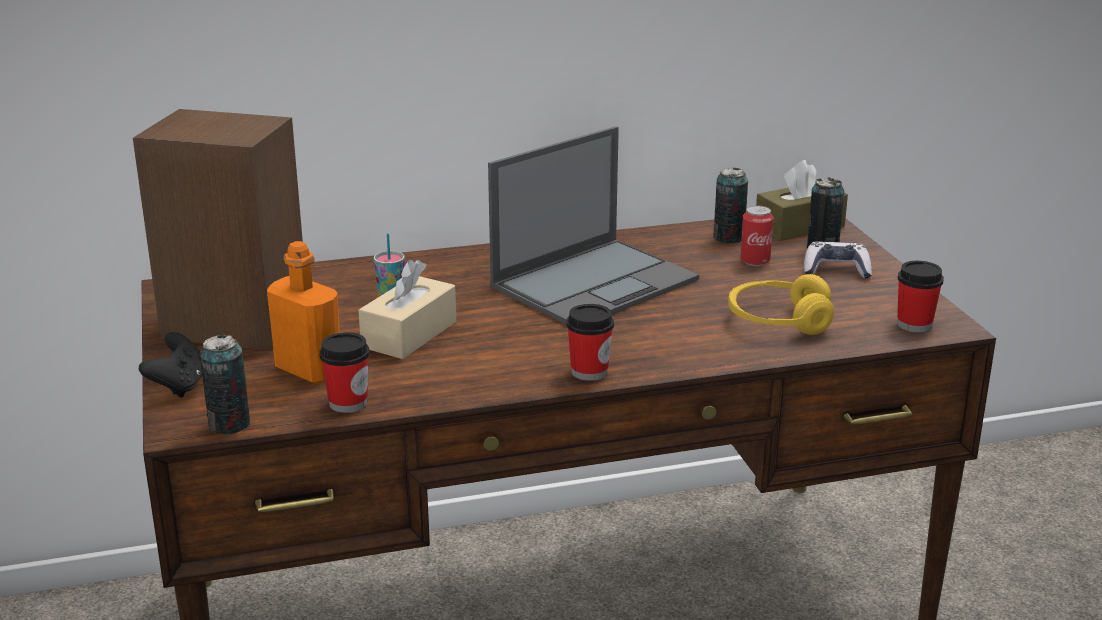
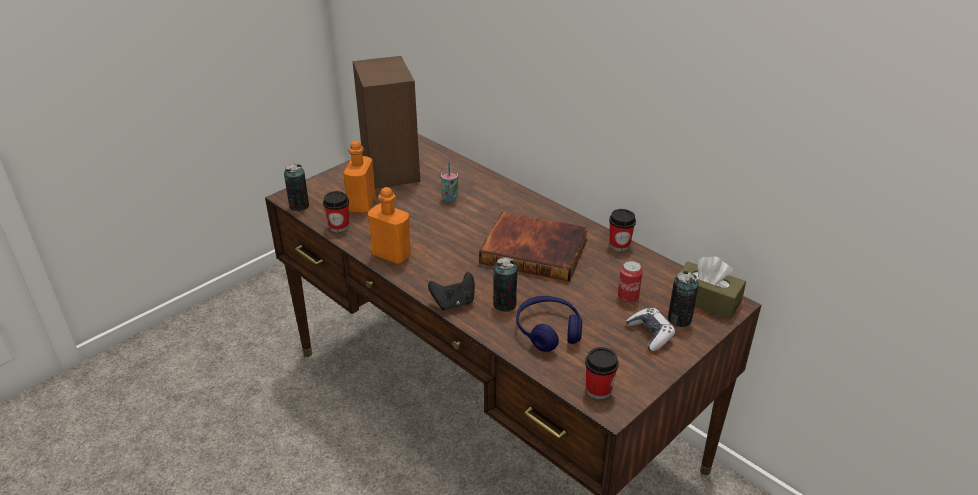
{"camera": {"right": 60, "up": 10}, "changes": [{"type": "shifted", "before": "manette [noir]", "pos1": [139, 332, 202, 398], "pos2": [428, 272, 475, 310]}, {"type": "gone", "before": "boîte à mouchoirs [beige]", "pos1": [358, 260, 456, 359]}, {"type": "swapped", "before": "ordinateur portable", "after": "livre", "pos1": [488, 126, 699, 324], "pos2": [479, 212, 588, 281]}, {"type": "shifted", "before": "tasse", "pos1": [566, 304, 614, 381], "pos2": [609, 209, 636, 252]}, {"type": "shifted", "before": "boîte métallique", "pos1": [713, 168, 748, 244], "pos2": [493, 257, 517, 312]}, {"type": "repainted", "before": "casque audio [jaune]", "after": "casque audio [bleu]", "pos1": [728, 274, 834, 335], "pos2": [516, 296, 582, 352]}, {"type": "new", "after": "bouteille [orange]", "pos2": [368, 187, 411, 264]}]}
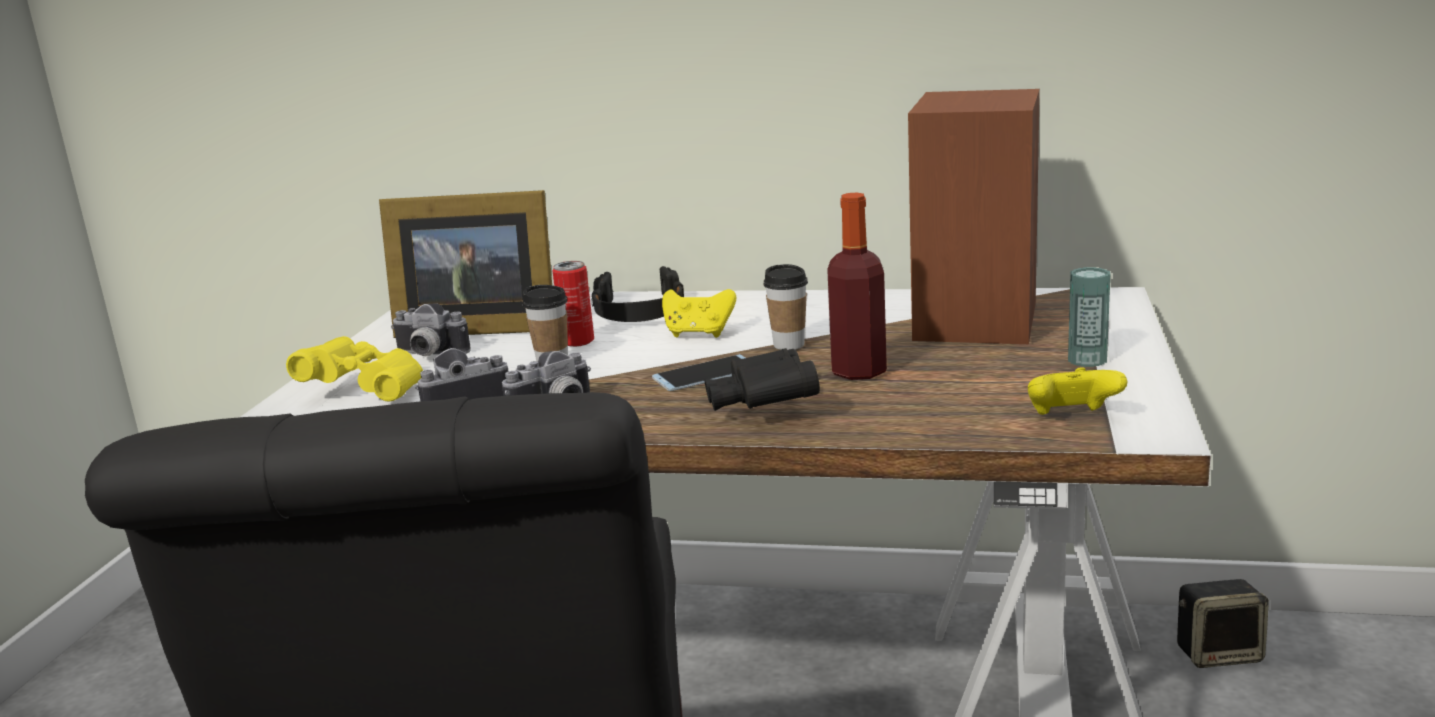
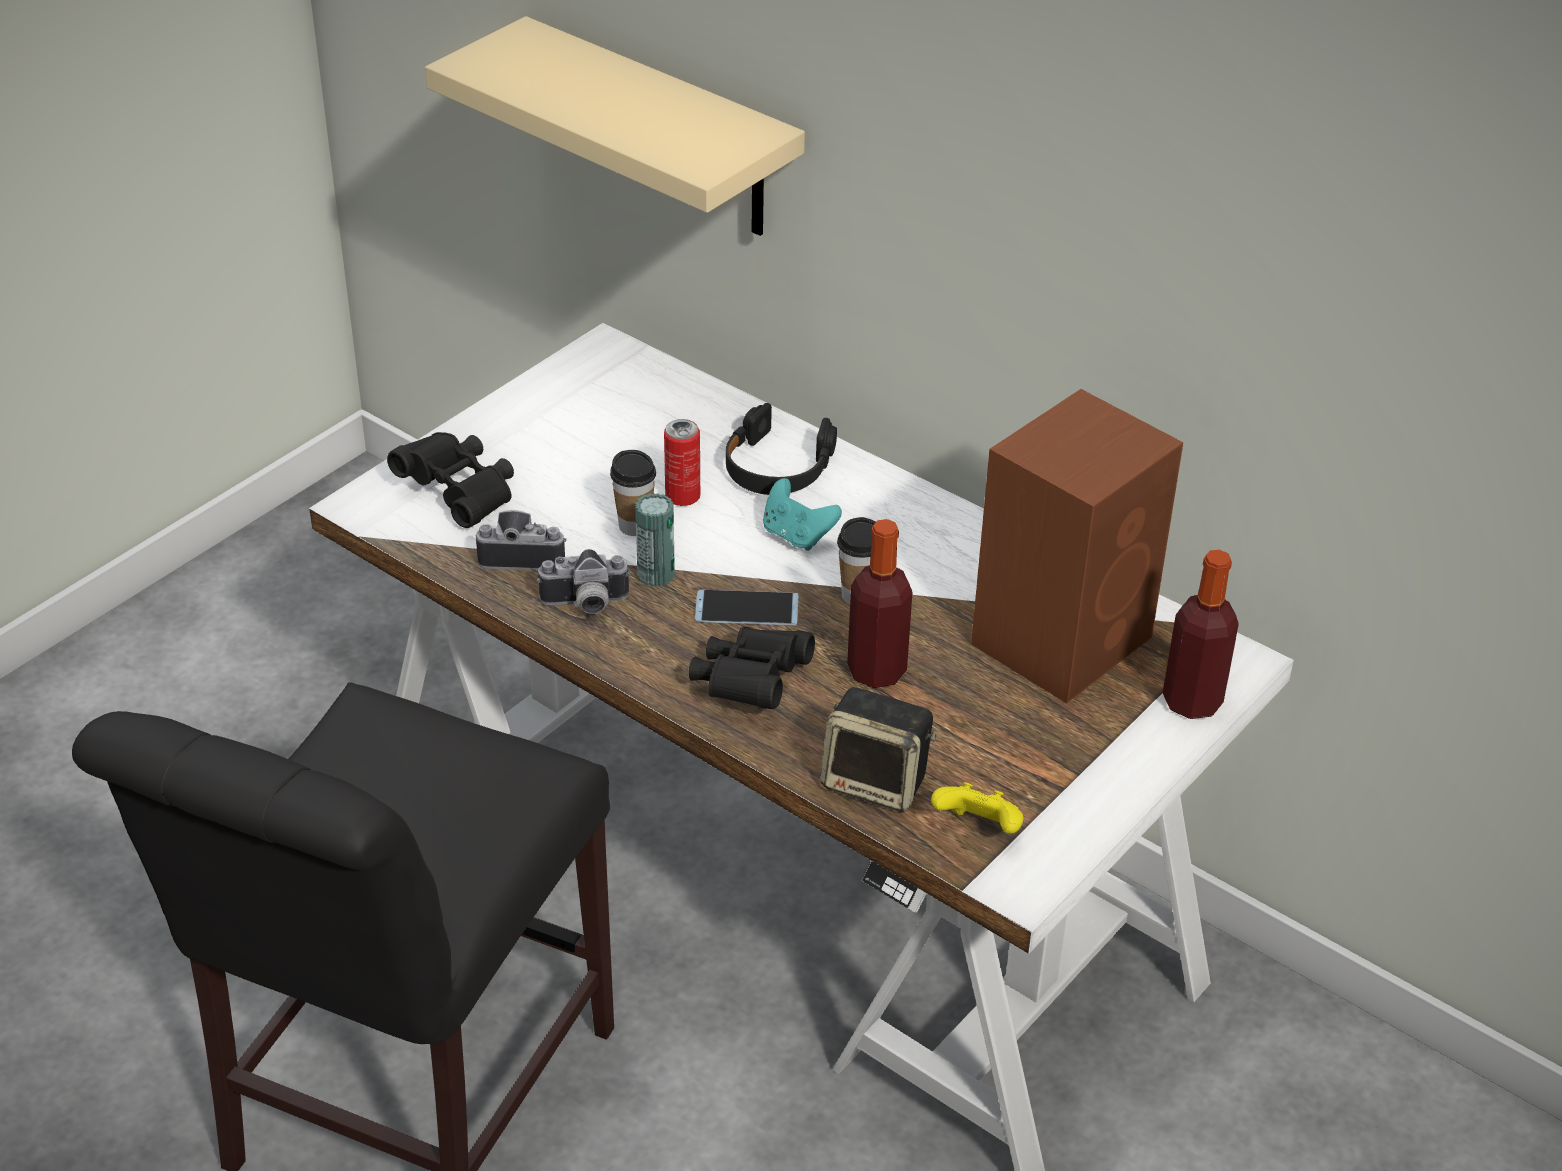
{"camera": {"right": 25, "up": 20}, "changes": [{"type": "repainted", "before": "jumelles [jaune]", "after": "jumelles [noir]", "pos1": [286, 336, 423, 402], "pos2": [387, 432, 514, 528]}, {"type": "gone", "before": "cadre photo", "pos1": [379, 190, 552, 338]}, {"type": "gone", "before": "appareil photo", "pos1": [391, 303, 471, 356]}, {"type": "repainted", "before": "manette [jaune]", "after": "manette [turquoise]", "pos1": [662, 289, 736, 338], "pos2": [763, 478, 842, 551]}, {"type": "shifted", "before": "boîte métallique", "pos1": [1068, 267, 1110, 367], "pos2": [635, 493, 675, 586]}, {"type": "shifted", "before": "enceinte", "pos1": [1177, 579, 1269, 668], "pos2": [821, 687, 936, 812]}, {"type": "new", "after": "étagère [beige]", "pos2": [425, 16, 805, 236]}, {"type": "new", "after": "bouteille", "pos2": [1163, 550, 1239, 719]}]}
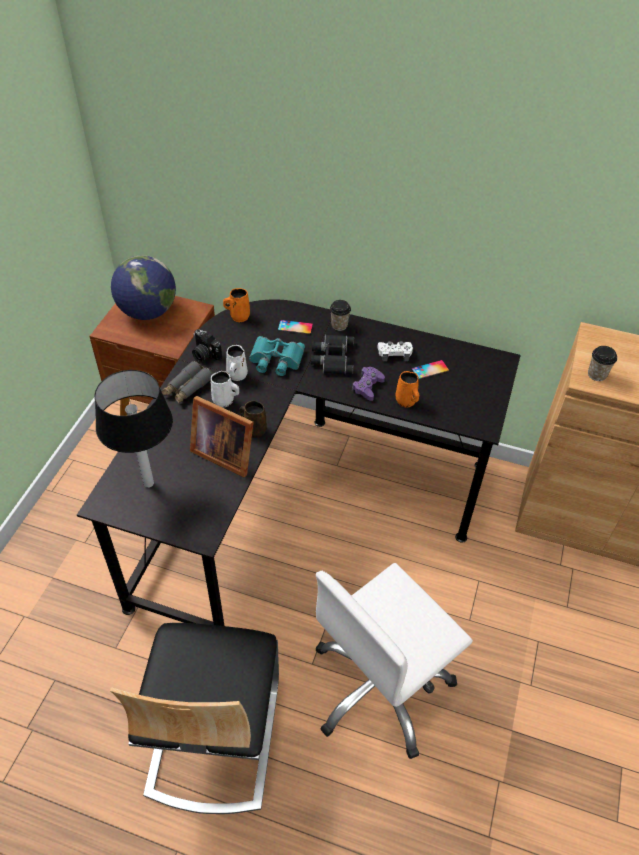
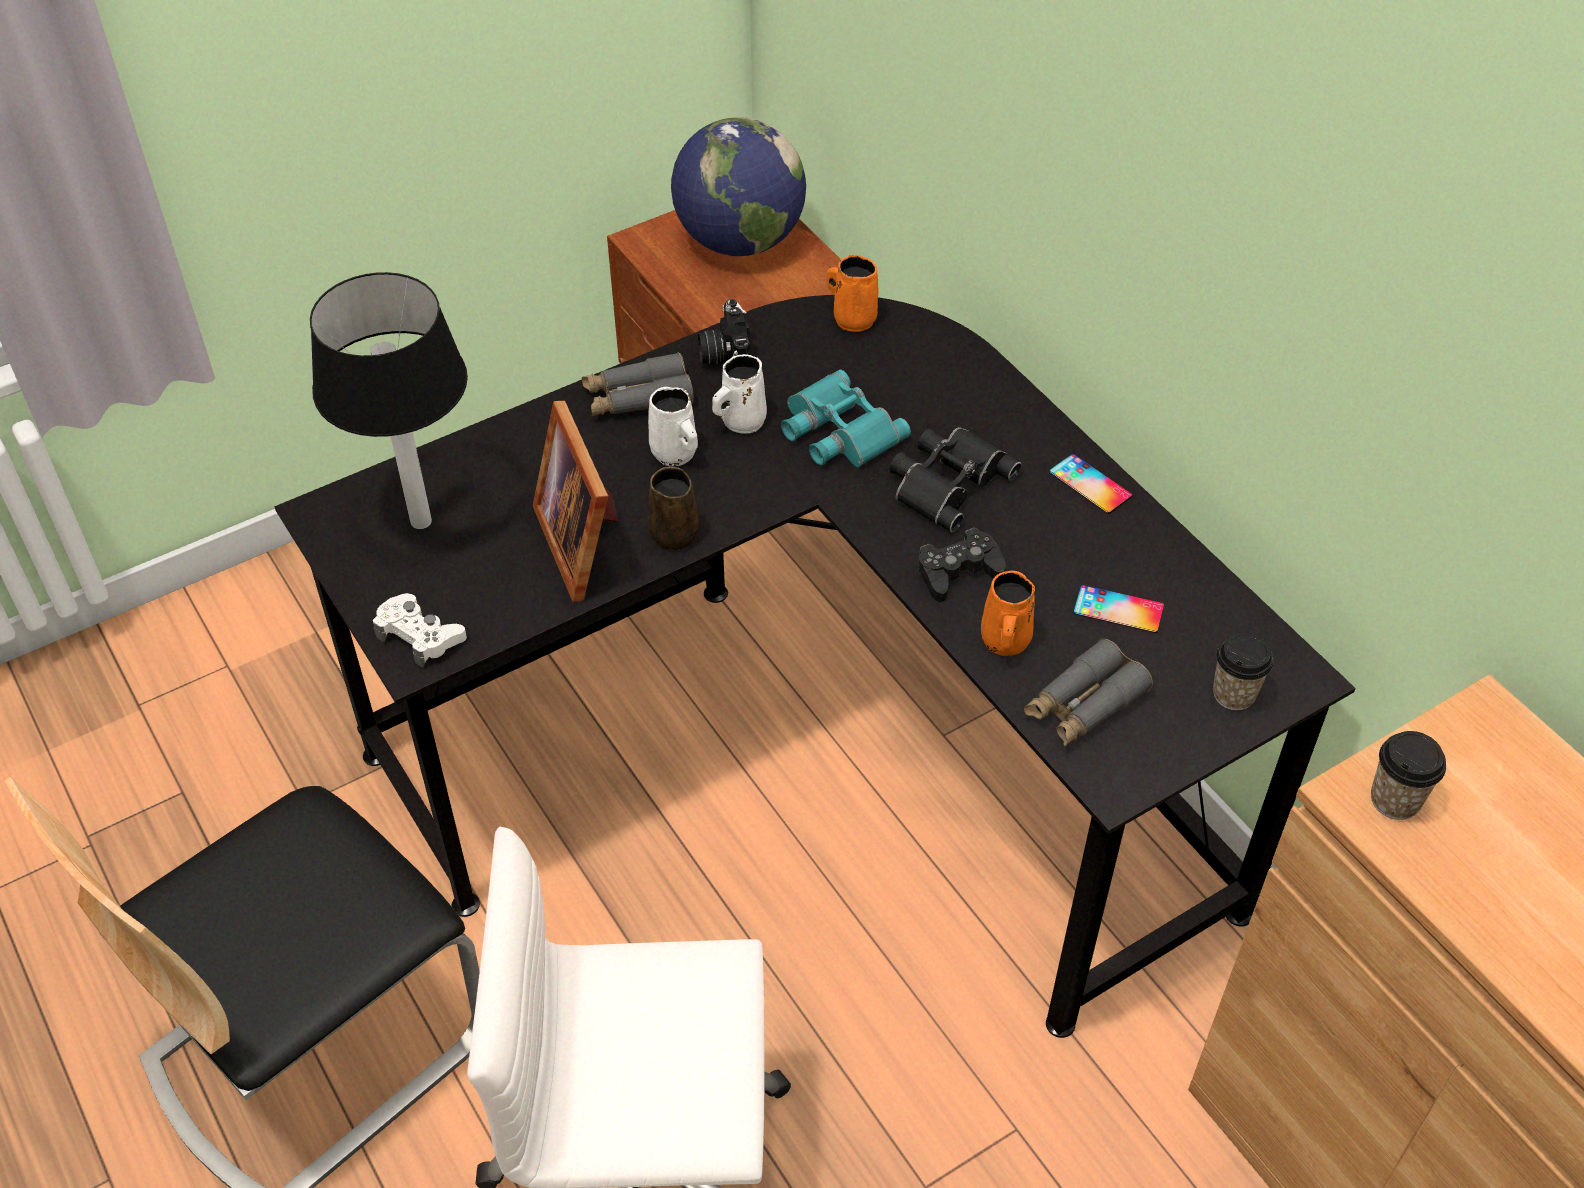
{"camera": {"right": 40, "up": 0}, "changes": [{"type": "shifted", "before": "téléphone", "pos1": [278, 320, 313, 334], "pos2": [1050, 454, 1132, 514]}, {"type": "shifted", "before": "tasse", "pos1": [330, 300, 351, 331], "pos2": [1213, 633, 1273, 711]}, {"type": "repainted", "before": "manette [violet]", "after": "manette [noir]", "pos1": [352, 367, 385, 401], "pos2": [918, 528, 1006, 602]}, {"type": "shifted", "before": "manette [blanc]", "pos1": [377, 341, 413, 361], "pos2": [373, 593, 467, 668]}, {"type": "new", "after": "jumelles [gris]", "pos2": [1024, 639, 1153, 746]}]}
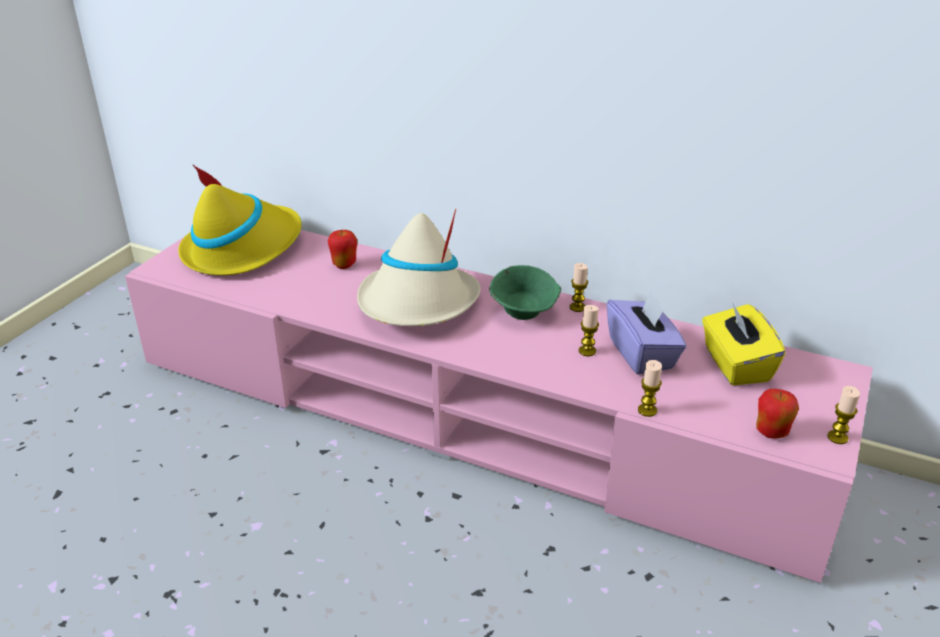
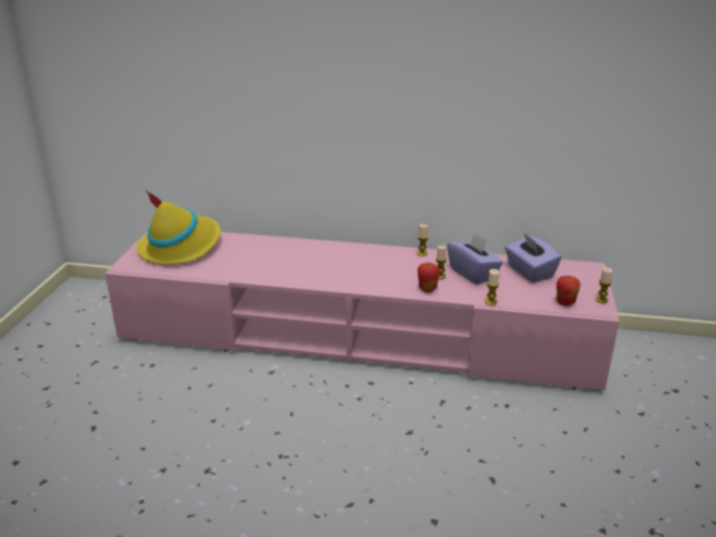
{"camera": {"right": -15, "up": -5}, "changes": [{"type": "shifted", "before": "pomme", "pos1": [328, 230, 357, 269], "pos2": [417, 263, 440, 293]}, {"type": "gone", "before": "chapeau [beige]", "pos1": [357, 209, 481, 326]}, {"type": "gone", "before": "bol [vert]", "pos1": [489, 265, 561, 320]}, {"type": "repainted", "before": "boîte à mouchoirs [jaune]", "after": "boîte à mouchoirs [violet]", "pos1": [702, 301, 786, 385], "pos2": [505, 233, 561, 282]}]}
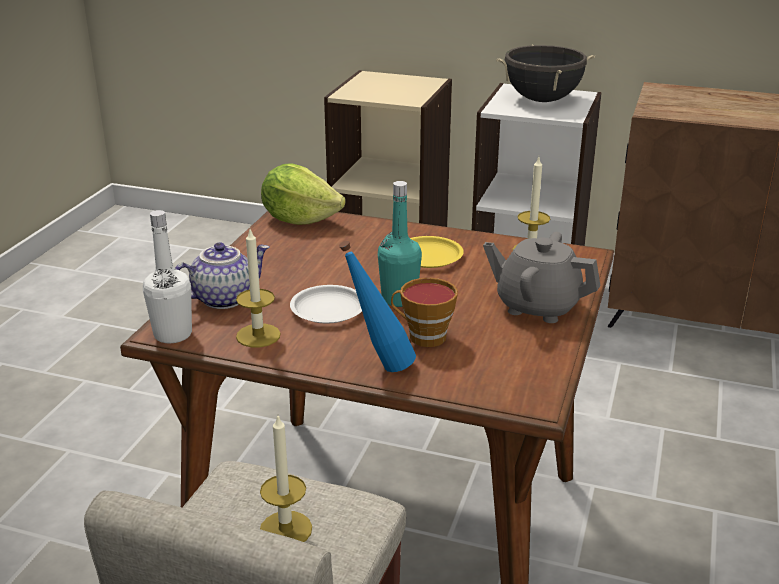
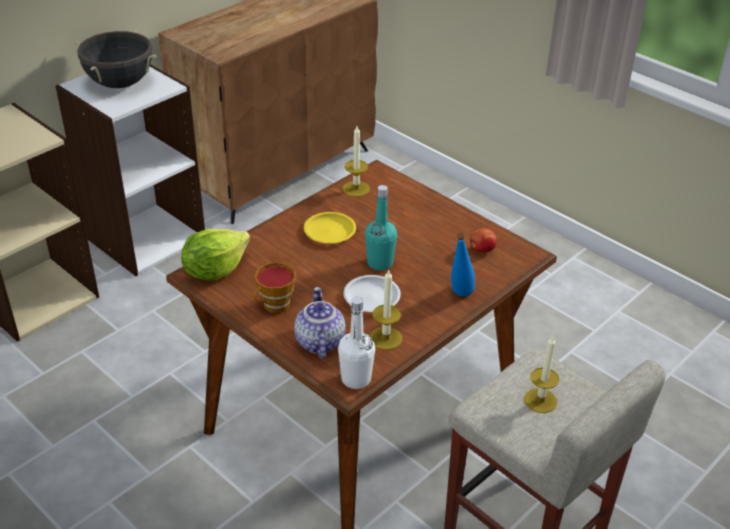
{"camera": {"right": -65, "up": 10}, "changes": [{"type": "shifted", "before": "tasse", "pos1": [391, 278, 458, 347], "pos2": [254, 262, 296, 313]}, {"type": "gone", "before": "théière [gris]", "pos1": [483, 232, 601, 323]}, {"type": "new", "after": "pomme", "pos2": [470, 229, 497, 253]}]}
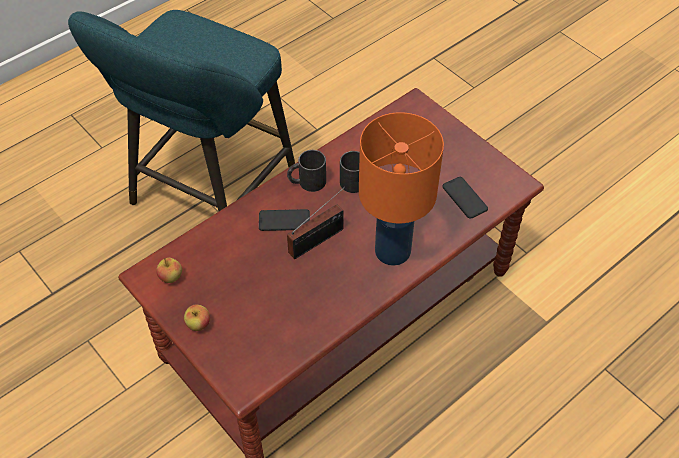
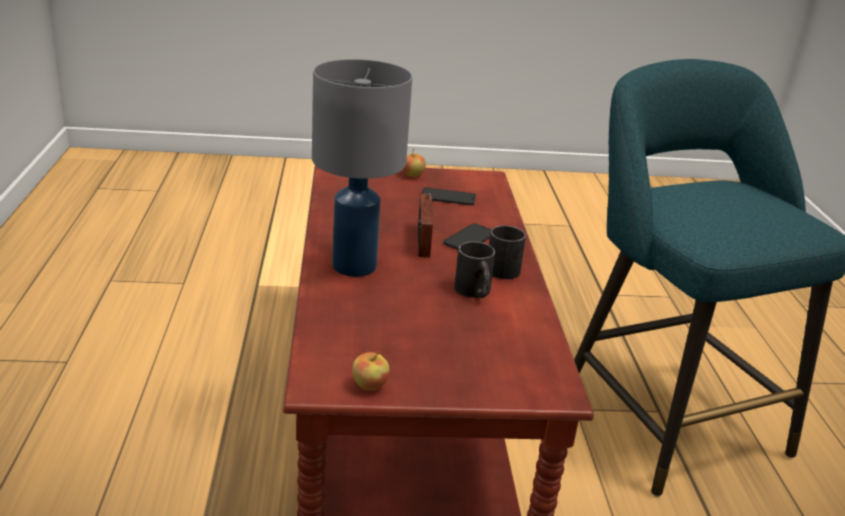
{"camera": {"right": 125, "up": -25}, "changes": [{"type": "shifted", "before": "pomme", "pos1": [156, 258, 182, 283], "pos2": [352, 351, 390, 390]}, {"type": "repainted", "before": "lampe de table [orange]", "after": "lampe de table [gris]", "pos1": [359, 112, 444, 266], "pos2": [312, 59, 412, 277]}, {"type": "shifted", "before": "téléphone", "pos1": [442, 177, 488, 219], "pos2": [422, 188, 476, 205]}]}
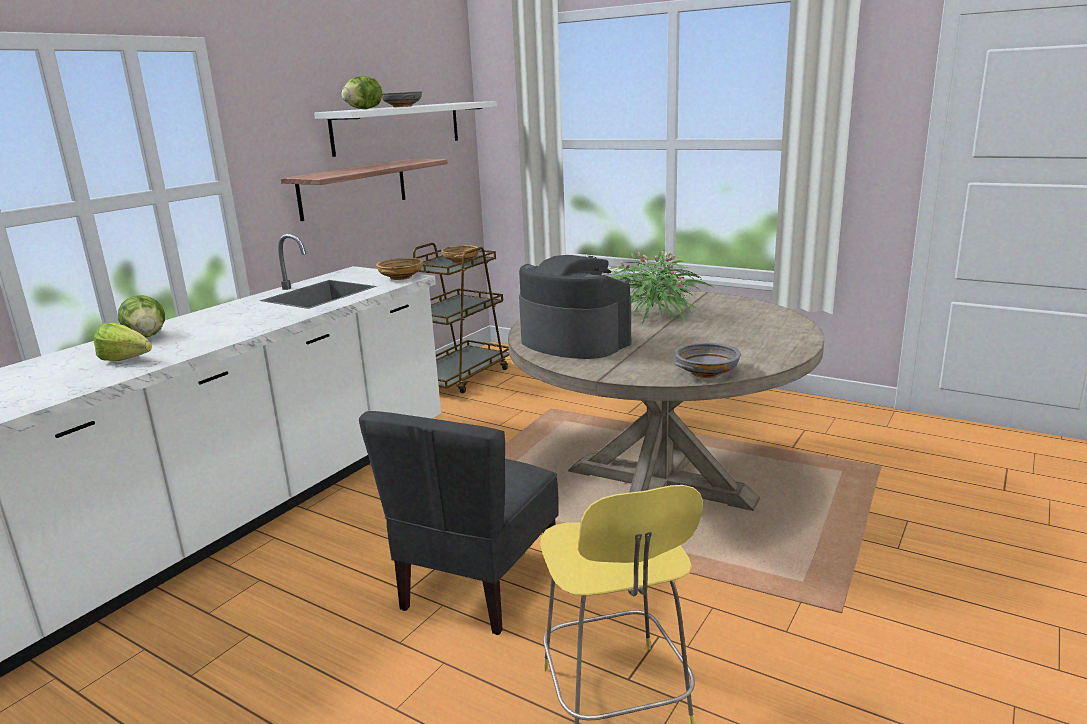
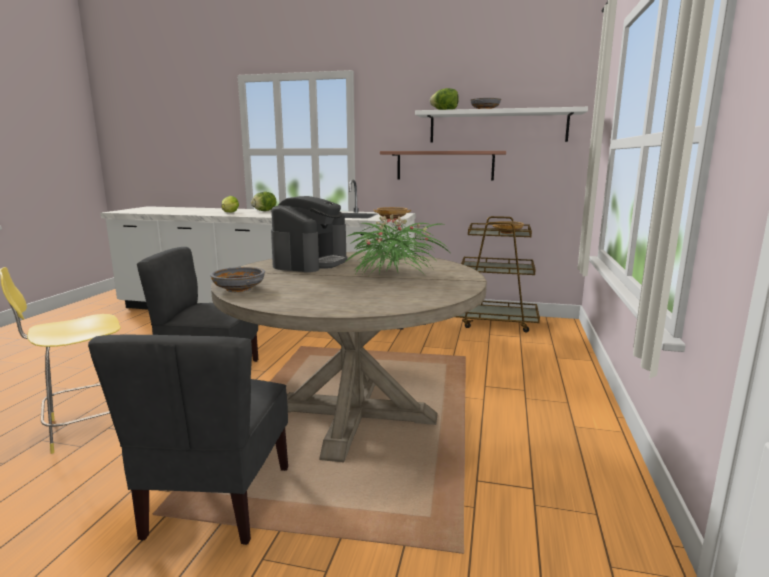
{"camera": {"right": 70, "up": -5}, "changes": [{"type": "new", "after": "chaise [gris]", "pos2": [88, 335, 288, 545]}]}
